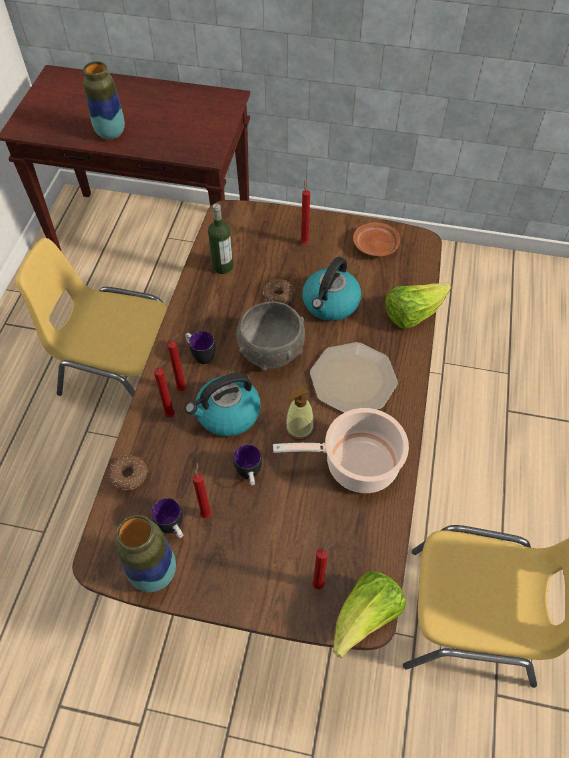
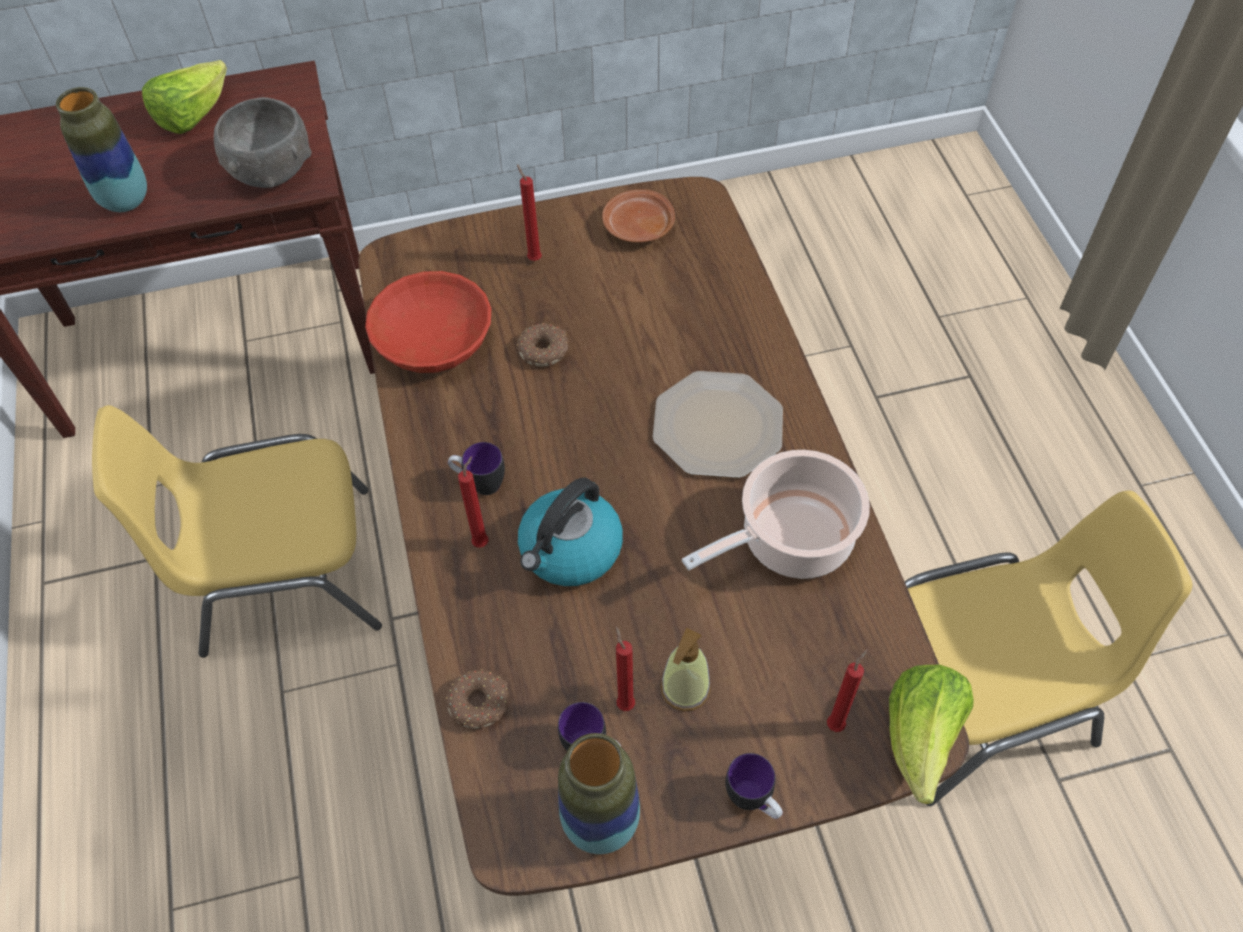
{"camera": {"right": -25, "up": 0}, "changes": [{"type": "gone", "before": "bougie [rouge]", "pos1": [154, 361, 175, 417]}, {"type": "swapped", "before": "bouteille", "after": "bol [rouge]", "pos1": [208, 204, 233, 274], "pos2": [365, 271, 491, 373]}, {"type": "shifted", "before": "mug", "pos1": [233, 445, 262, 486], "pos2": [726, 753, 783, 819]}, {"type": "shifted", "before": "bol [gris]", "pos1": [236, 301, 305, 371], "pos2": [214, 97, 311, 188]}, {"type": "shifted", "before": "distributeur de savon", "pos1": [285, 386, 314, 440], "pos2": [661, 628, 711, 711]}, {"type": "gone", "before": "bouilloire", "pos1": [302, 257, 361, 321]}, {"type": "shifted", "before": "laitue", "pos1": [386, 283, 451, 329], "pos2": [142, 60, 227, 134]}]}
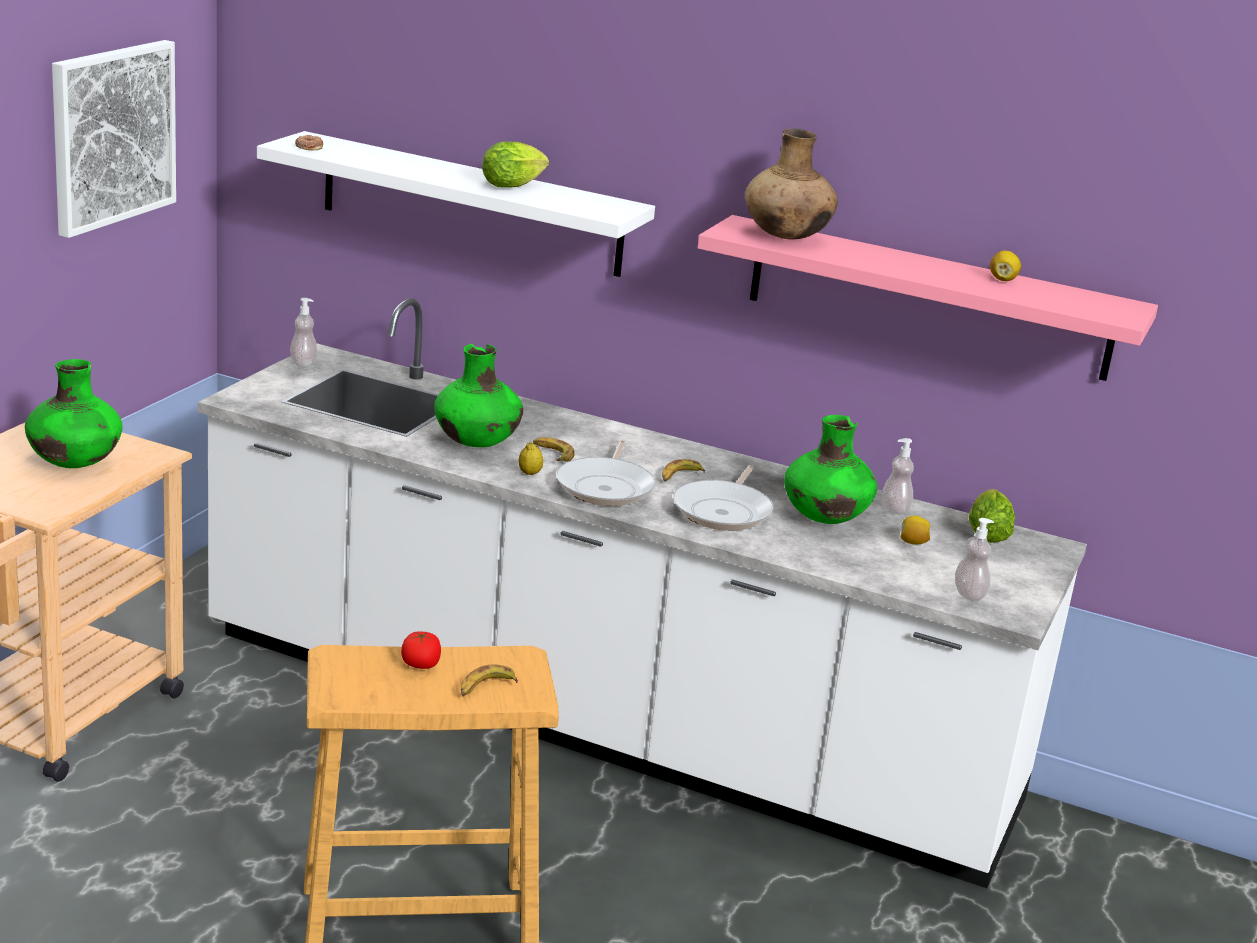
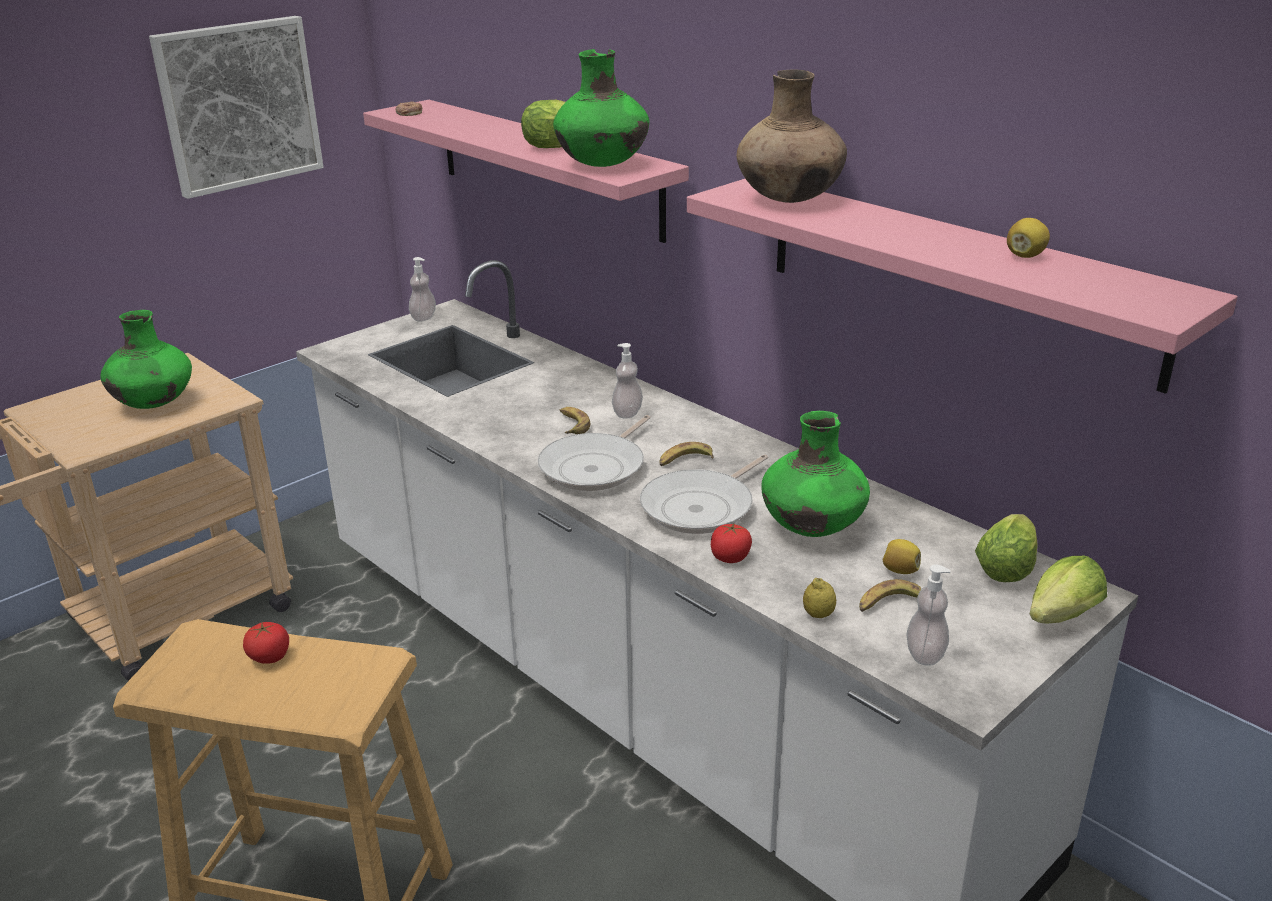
{"camera": {"right": 25, "up": 5}, "changes": [{"type": "repainted", "before": "étagère [blanc]", "after": "étagère [rose]", "pos1": [257, 131, 655, 277], "pos2": [363, 100, 689, 243]}, {"type": "shifted", "before": "vase [vert]", "pos1": [434, 343, 523, 447], "pos2": [553, 49, 649, 167]}, {"type": "shifted", "before": "banane", "pos1": [461, 665, 518, 697], "pos2": [859, 579, 921, 612]}, {"type": "shifted", "before": "citron", "pos1": [519, 443, 543, 475], "pos2": [803, 578, 836, 618]}, {"type": "shifted", "before": "distributeur de savon", "pos1": [882, 438, 914, 514], "pos2": [612, 343, 643, 419]}, {"type": "new", "after": "tomate", "pos2": [711, 524, 752, 563]}, {"type": "new", "after": "laitue", "pos2": [1029, 556, 1107, 623]}]}
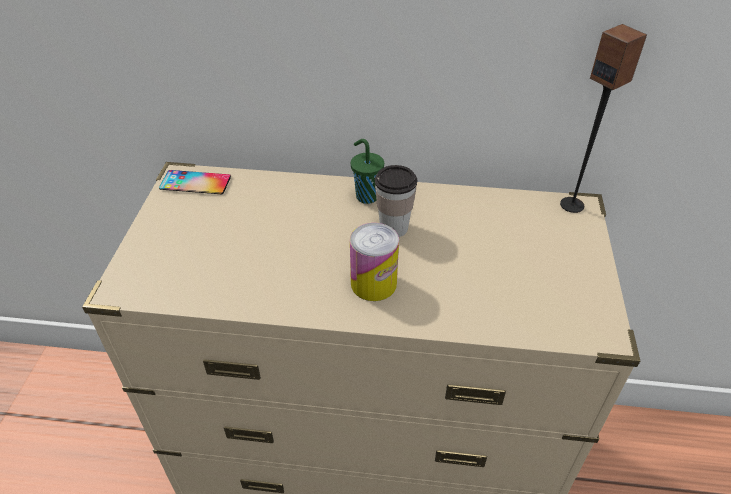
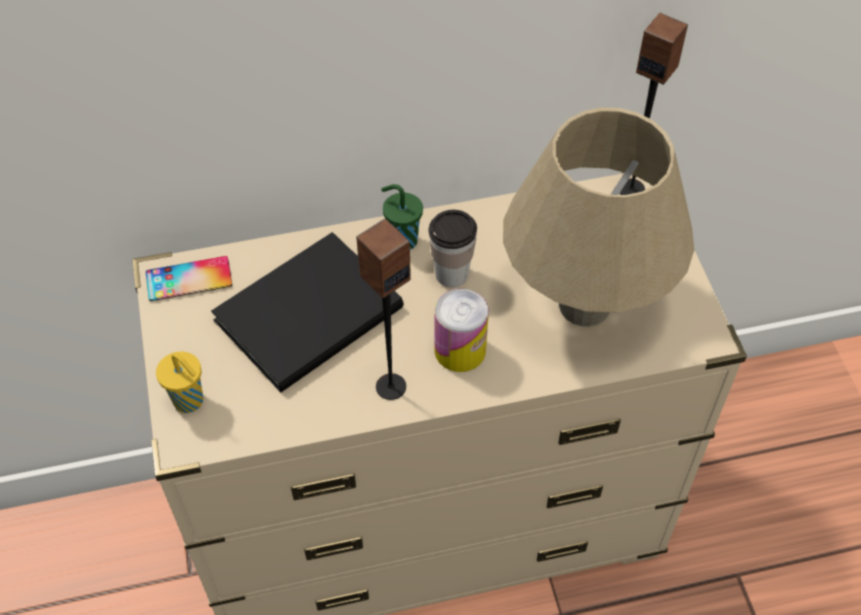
{"camera": {"right": -20, "up": 10}, "changes": [{"type": "new", "after": "tasse [jaune]", "pos2": [156, 352, 203, 413]}, {"type": "new", "after": "livre [noir]", "pos2": [211, 232, 404, 392]}, {"type": "new", "after": "enceinte", "pos2": [356, 218, 411, 400]}, {"type": "new", "after": "lampe de table [beige]", "pos2": [503, 107, 694, 327]}]}
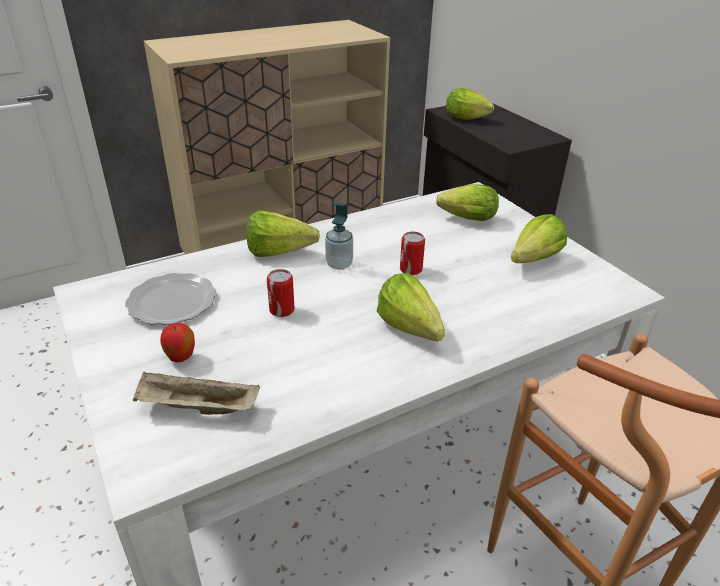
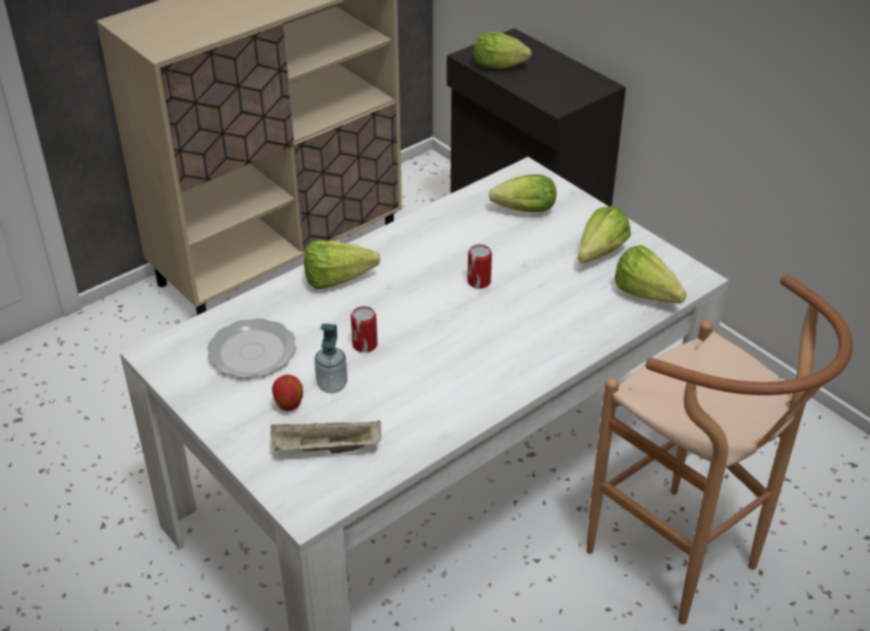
{"camera": {"right": -10, "up": 5}, "changes": [{"type": "shifted", "before": "distributeur de savon", "pos1": [325, 202, 353, 270], "pos2": [315, 324, 347, 393]}, {"type": "shifted", "before": "laitue", "pos1": [377, 273, 445, 341], "pos2": [615, 245, 686, 303]}]}
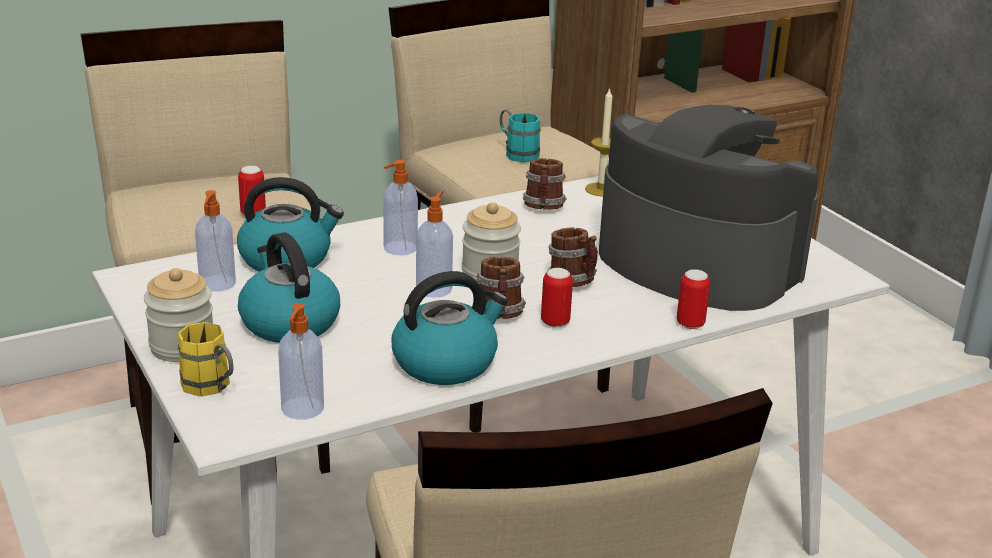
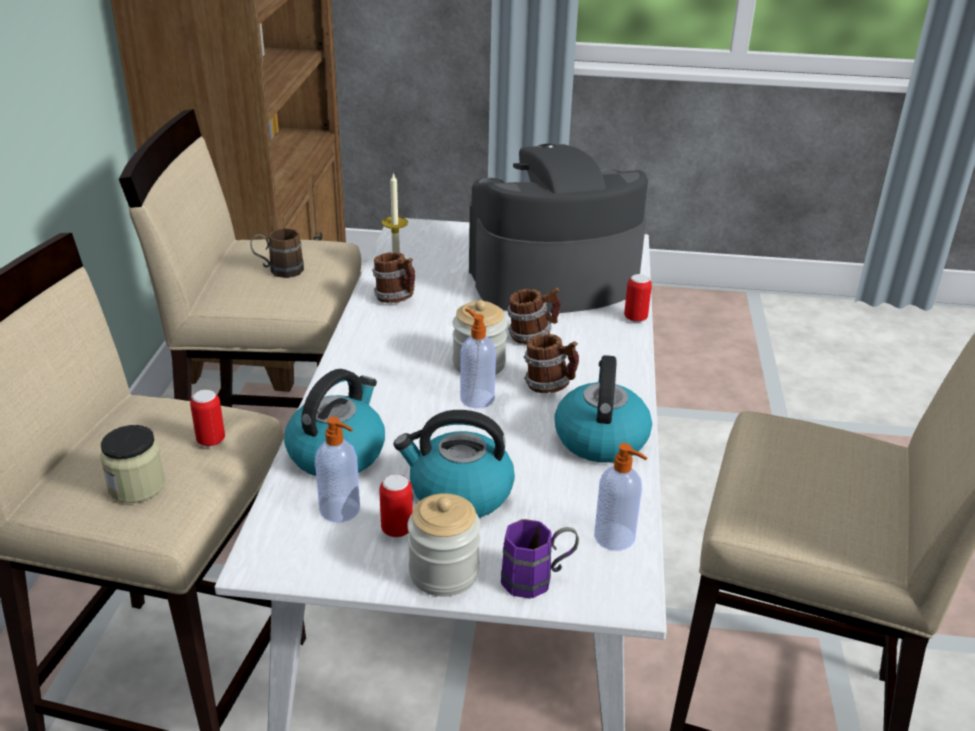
{"camera": {"right": -55, "up": 5}, "changes": [{"type": "repainted", "before": "mug [jaune]", "after": "mug [violet]", "pos1": [178, 322, 233, 397], "pos2": [501, 519, 579, 599]}, {"type": "gone", "before": "distributeur de savon", "pos1": [383, 160, 418, 255]}, {"type": "repainted", "before": "mug [turquoise]", "after": "mug [marron]", "pos1": [500, 110, 541, 163], "pos2": [250, 228, 304, 278]}, {"type": "shifted", "before": "boîte métallique", "pos1": [541, 268, 573, 327], "pos2": [379, 474, 413, 537]}, {"type": "new", "after": "bocal", "pos2": [100, 425, 166, 503]}]}
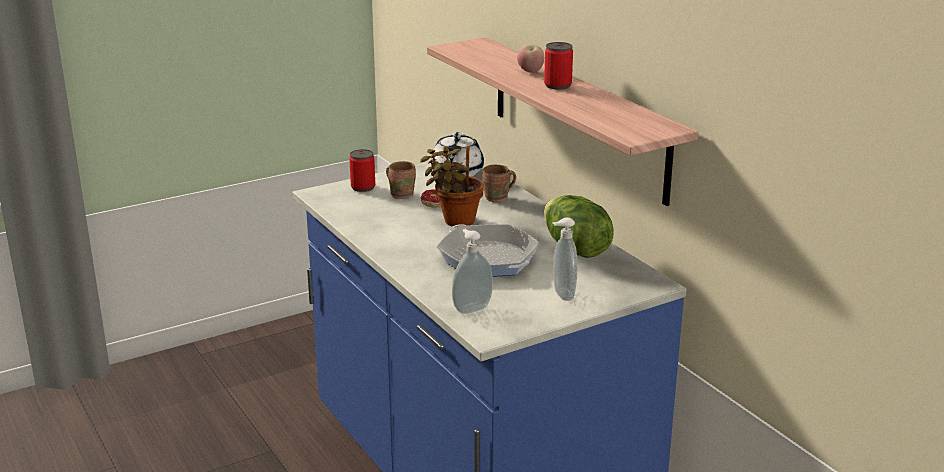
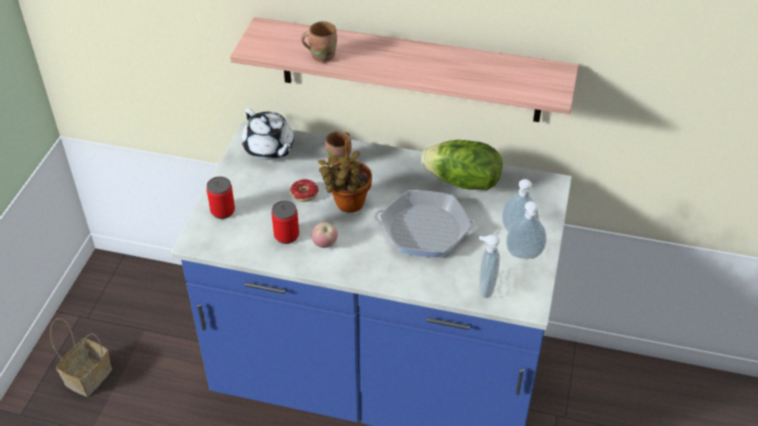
{"camera": {"right": -45, "up": 20}, "changes": [{"type": "shifted", "before": "mug [marron]", "pos1": [386, 161, 416, 199], "pos2": [301, 21, 337, 63]}, {"type": "shifted", "before": "pomme", "pos1": [517, 44, 544, 73], "pos2": [312, 222, 338, 248]}, {"type": "shifted", "before": "boîte métallique", "pos1": [544, 42, 573, 90], "pos2": [272, 201, 299, 244]}, {"type": "new", "after": "panier", "pos2": [50, 318, 112, 397]}, {"type": "new", "after": "distributeur de savon", "pos2": [506, 201, 546, 259]}]}
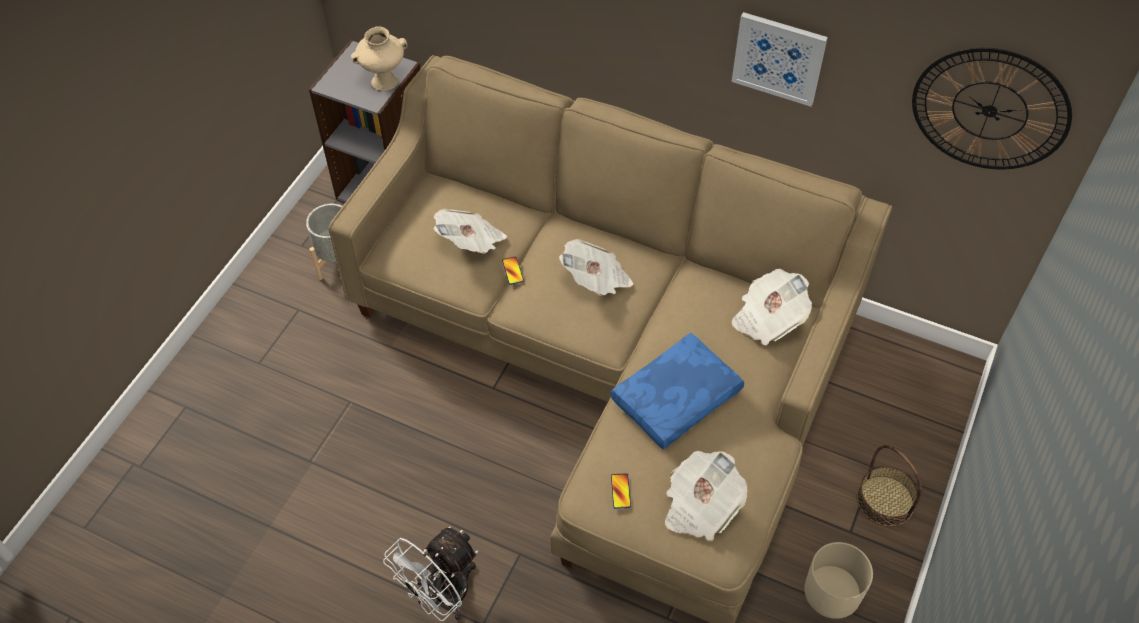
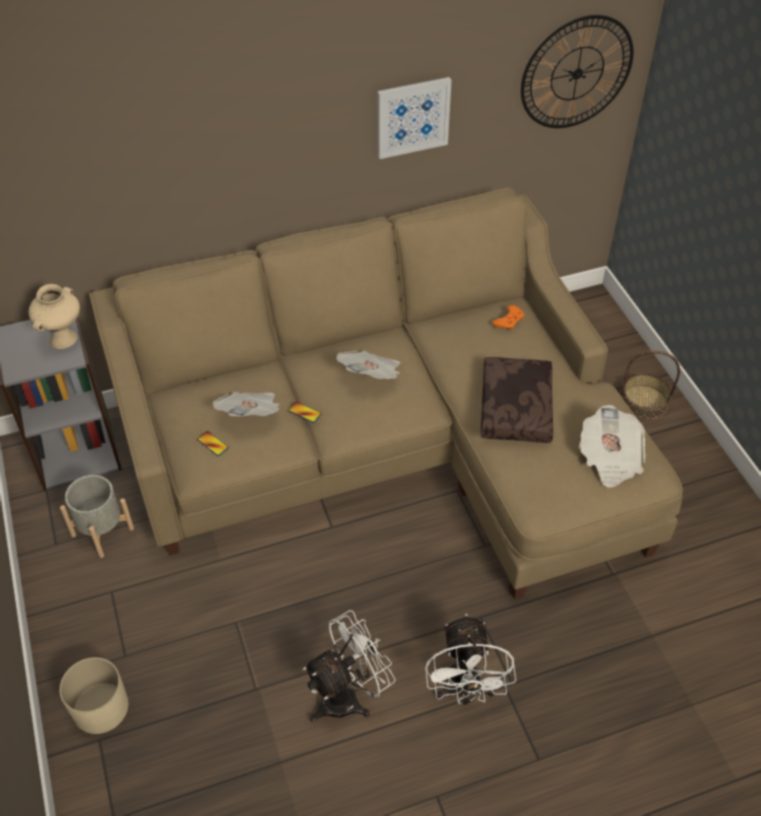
{"camera": {"right": -45, "up": -5}, "changes": [{"type": "repainted", "before": "coussin [bleu]", "after": "coussin [marron]", "pos1": [610, 333, 744, 450], "pos2": [481, 357, 553, 443]}, {"type": "shifted", "before": "téléphone", "pos1": [611, 473, 631, 509], "pos2": [197, 431, 229, 456]}, {"type": "swapped", "before": "journal", "after": "manette [orange]", "pos1": [731, 269, 812, 346], "pos2": [492, 305, 524, 330]}, {"type": "shifted", "before": "cache-pot [beige]", "pos1": [804, 542, 873, 619], "pos2": [59, 657, 128, 734]}, {"type": "new", "after": "ventilateur [blanc]", "pos2": [303, 610, 396, 722]}]}
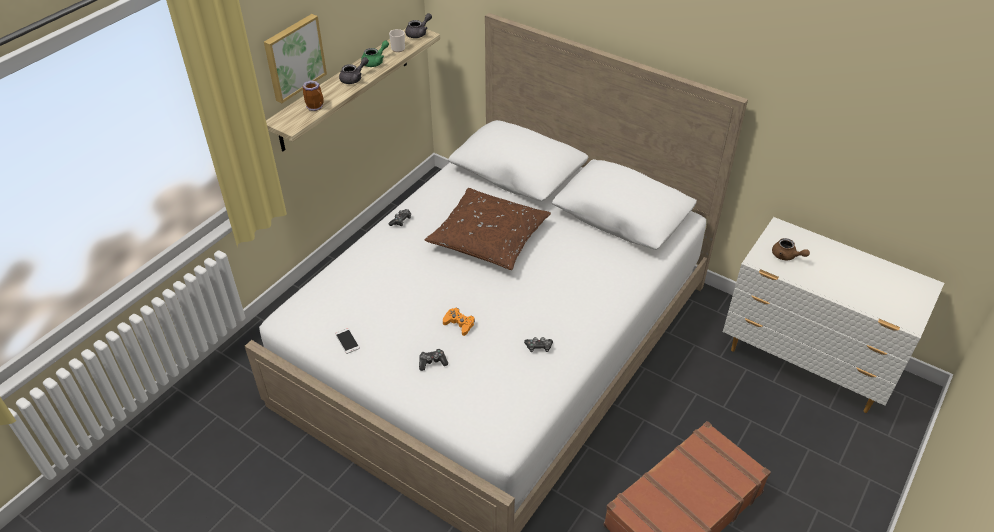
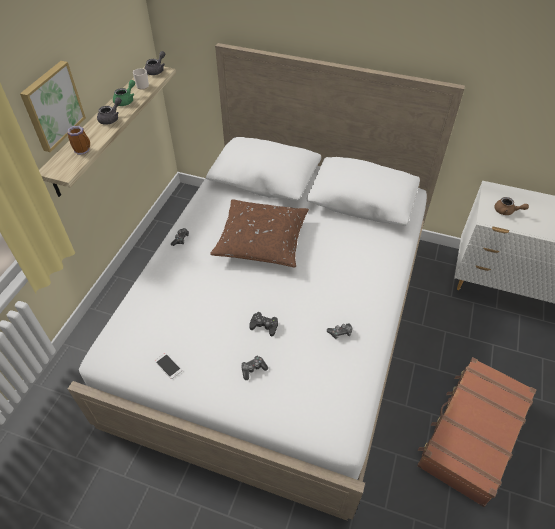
{"camera": {"right": -15, "up": 5}, "changes": [{"type": "repainted", "before": "manette [orange]", "after": "manette [noir]", "pos1": [443, 308, 475, 336], "pos2": [249, 312, 278, 337]}]}
